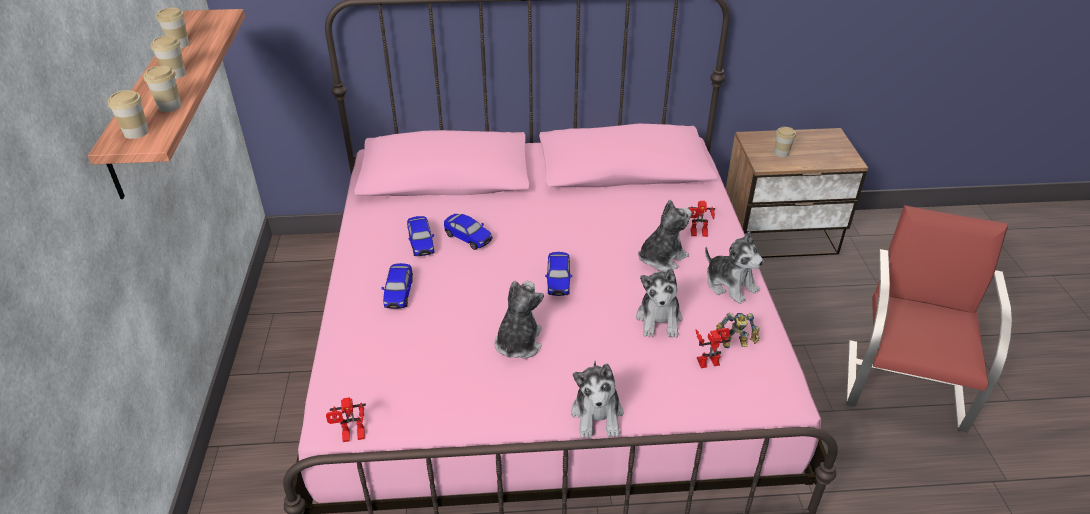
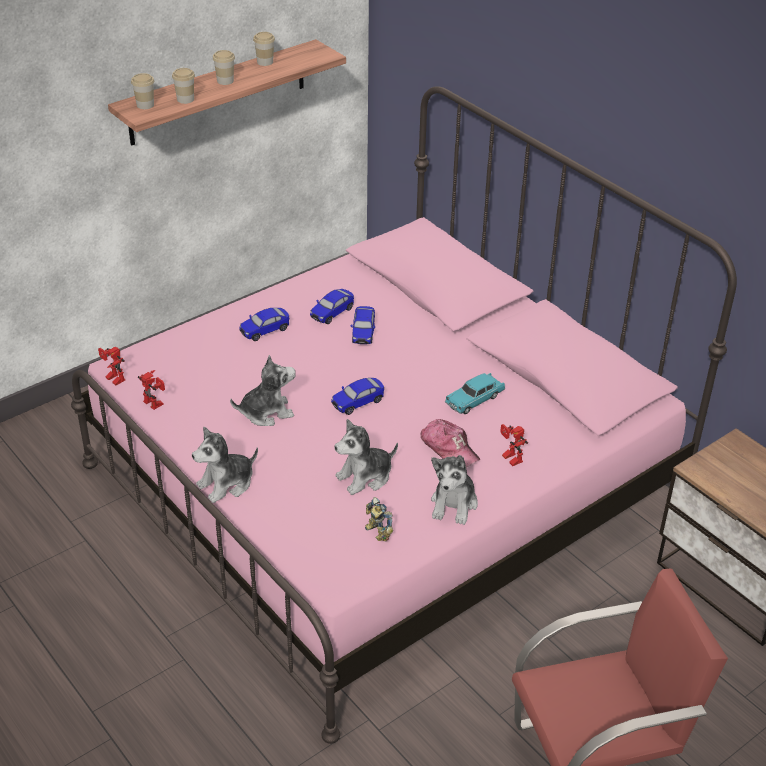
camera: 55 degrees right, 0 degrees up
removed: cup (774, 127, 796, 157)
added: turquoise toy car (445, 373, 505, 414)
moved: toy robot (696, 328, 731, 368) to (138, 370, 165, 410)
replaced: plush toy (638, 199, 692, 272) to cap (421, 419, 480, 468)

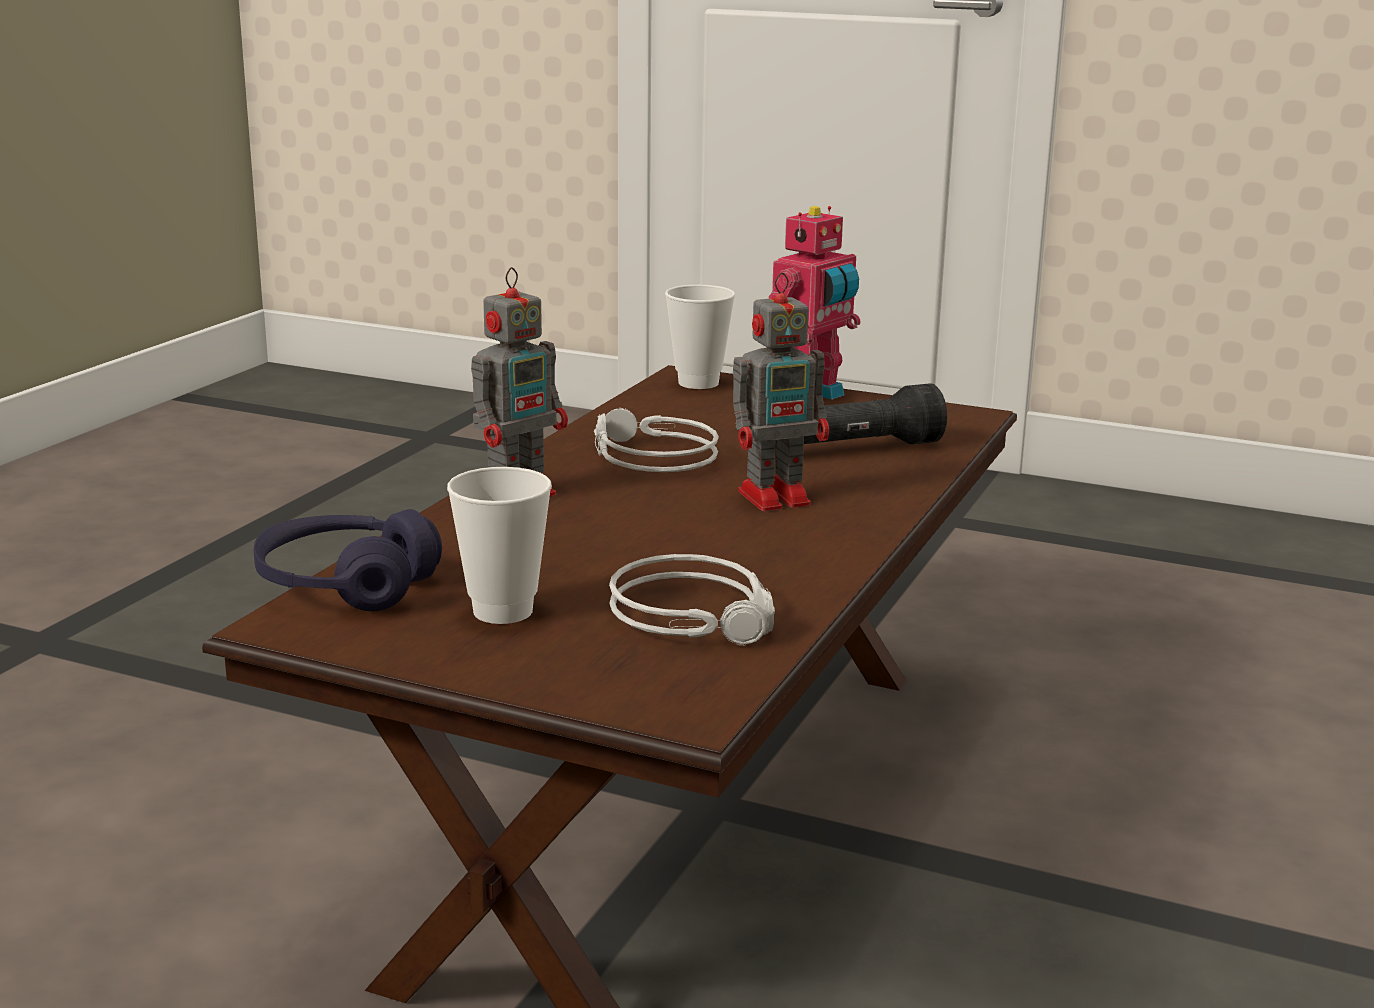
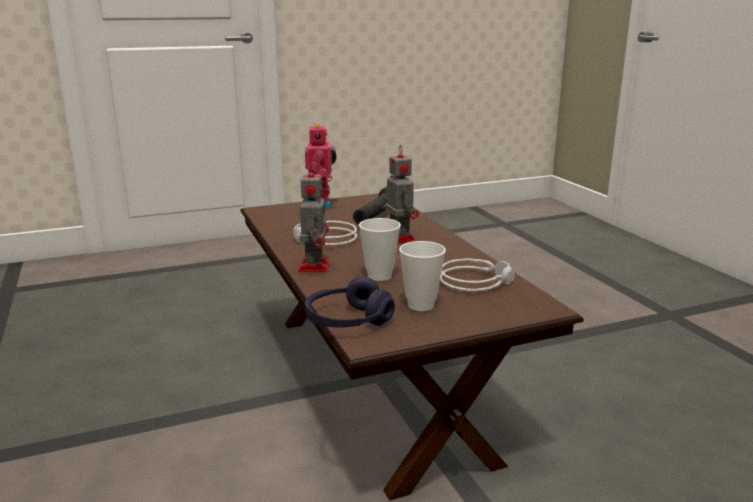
camera: 45 degrees left, 0 degrees up
moved: cup (665, 285, 735, 389) to (359, 218, 401, 281)
turned: toy robot (733, 273, 829, 511) = (385, 145, 419, 244) 45 degrees counterclockwise

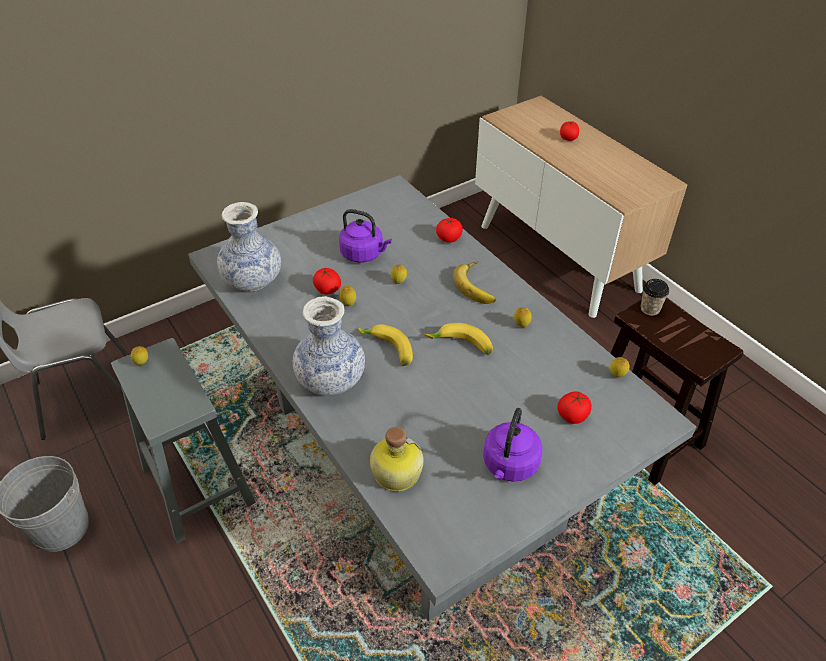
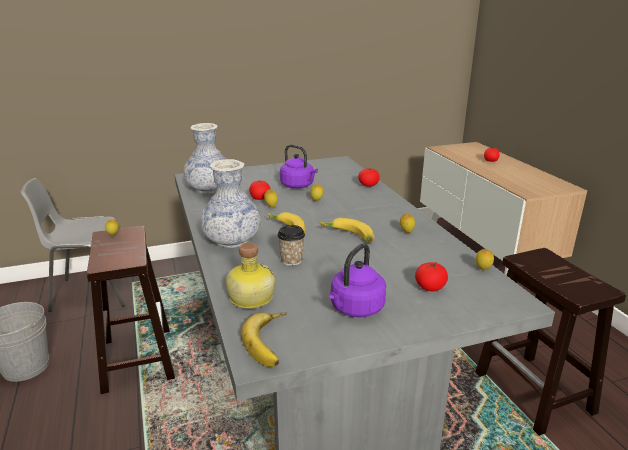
camera: 15 degrees right, 20 degrees down
moved: banana (453, 261, 496, 304) to (241, 313, 287, 367); cup (641, 279, 669, 316) to (277, 225, 305, 266)
recoloured: grey stool (111, 338, 256, 543) to brown stool (87, 226, 175, 394)

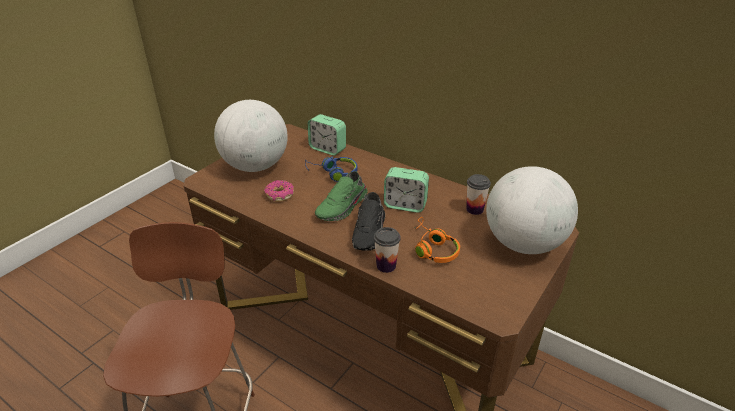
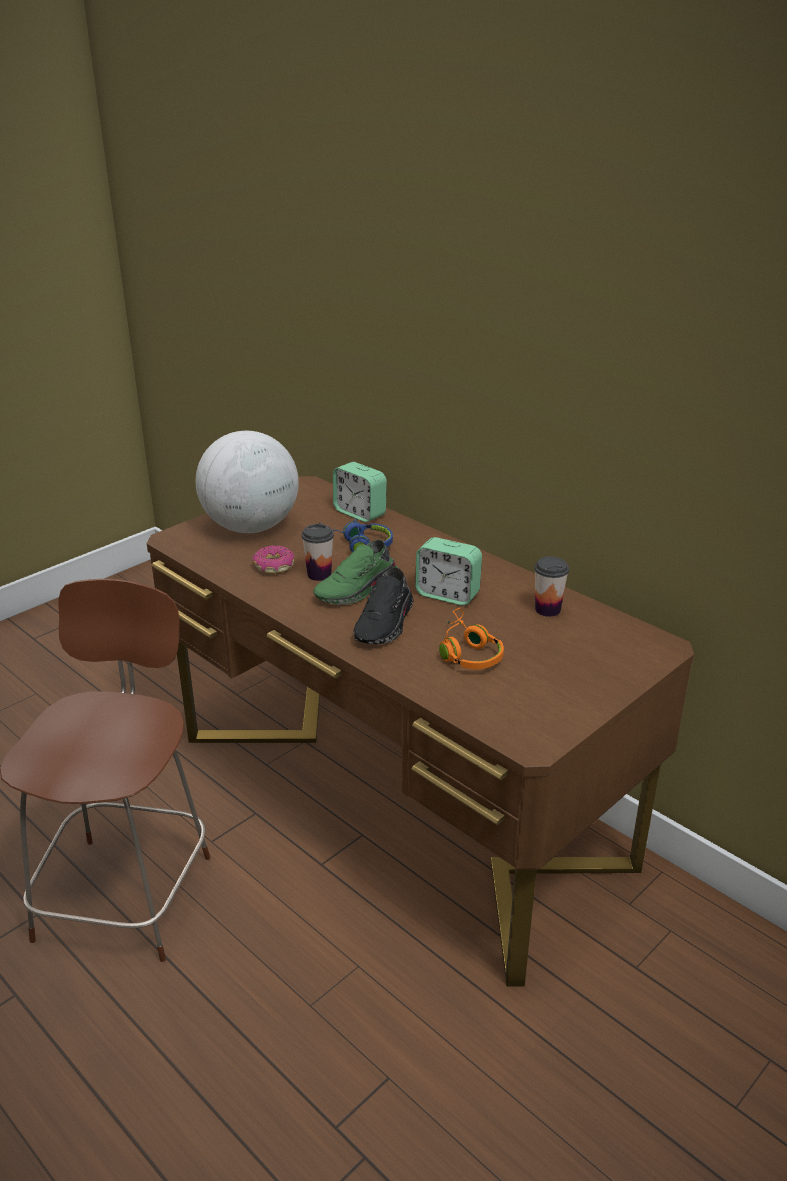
camera: 10 degrees right, 5 degrees down
removed: globe (486, 166, 578, 254)
moved: cup (374, 227, 401, 273) to (301, 524, 334, 581)

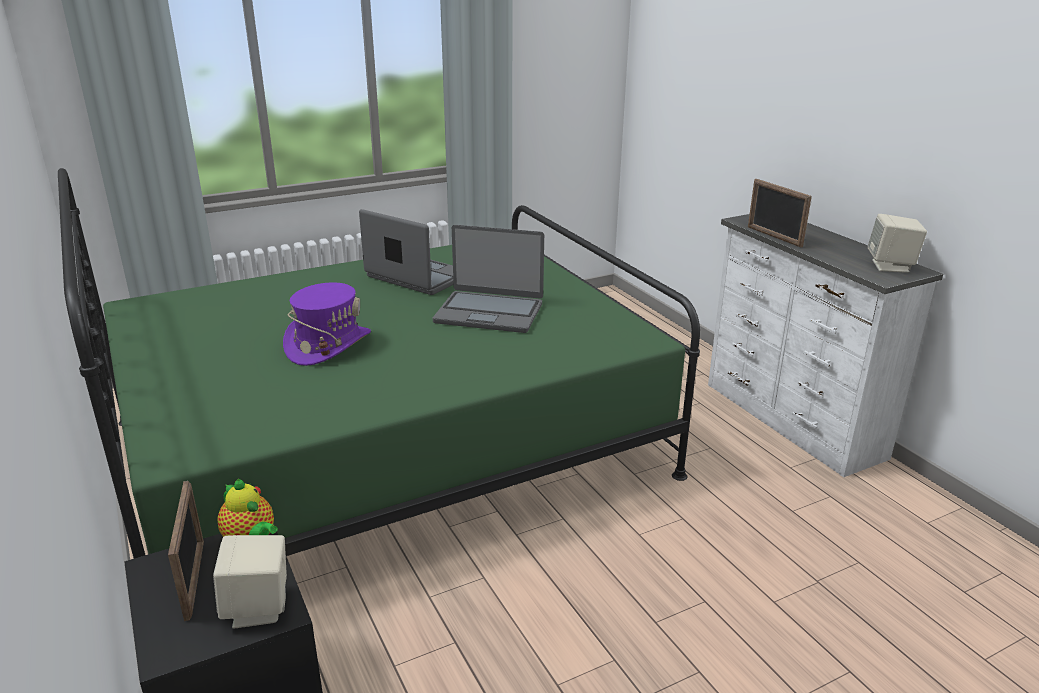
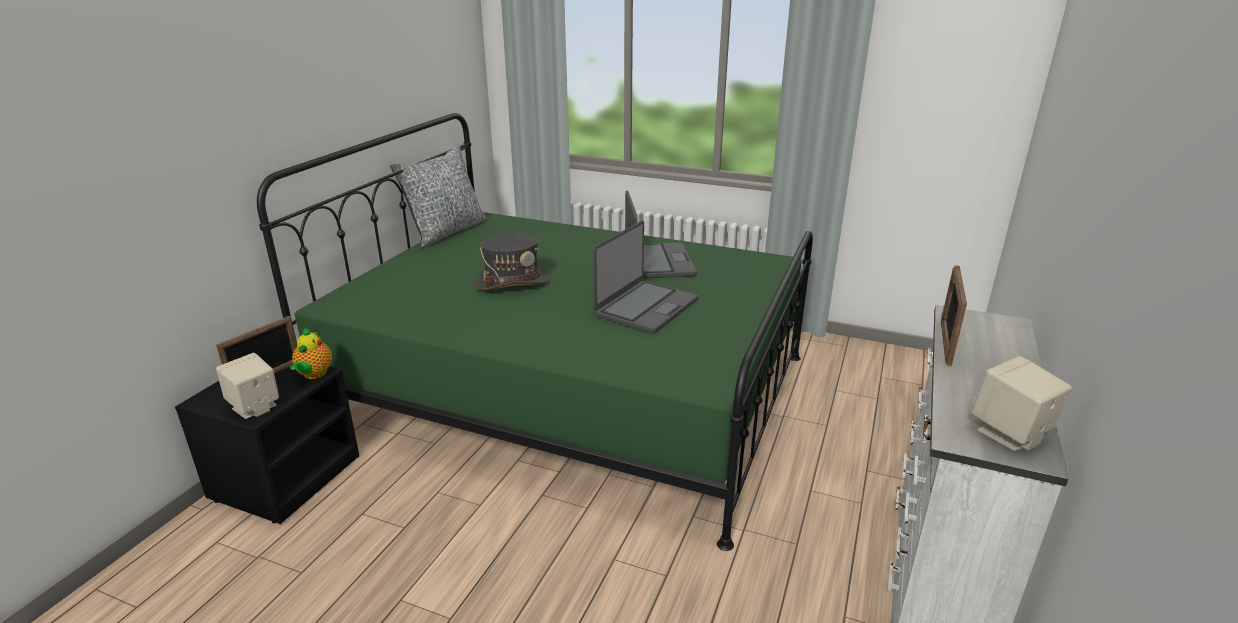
camera: 50 degrees right, 0 degrees up
added: pillow (390, 145, 487, 248)
recoloured: purple hat (283, 282, 371, 366) to grey hat (474, 233, 550, 290)
turned: laptop (433, 225, 544, 333) = (593, 221, 698, 334) 120 degrees counterclockwise

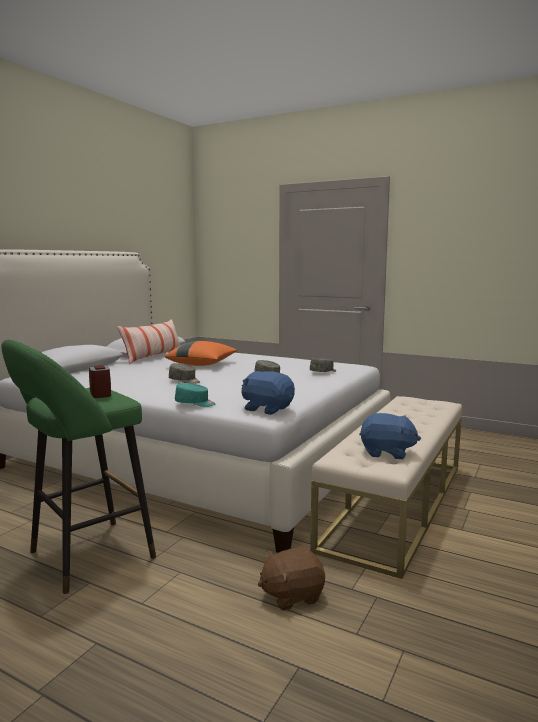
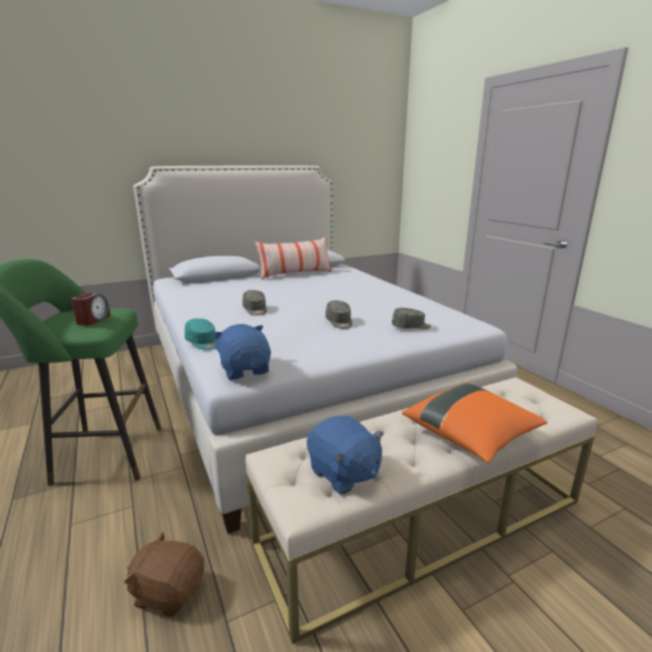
camera: 35 degrees right, 10 degrees up
moved: orange pillow (165, 341, 238, 366) to (402, 382, 547, 463)

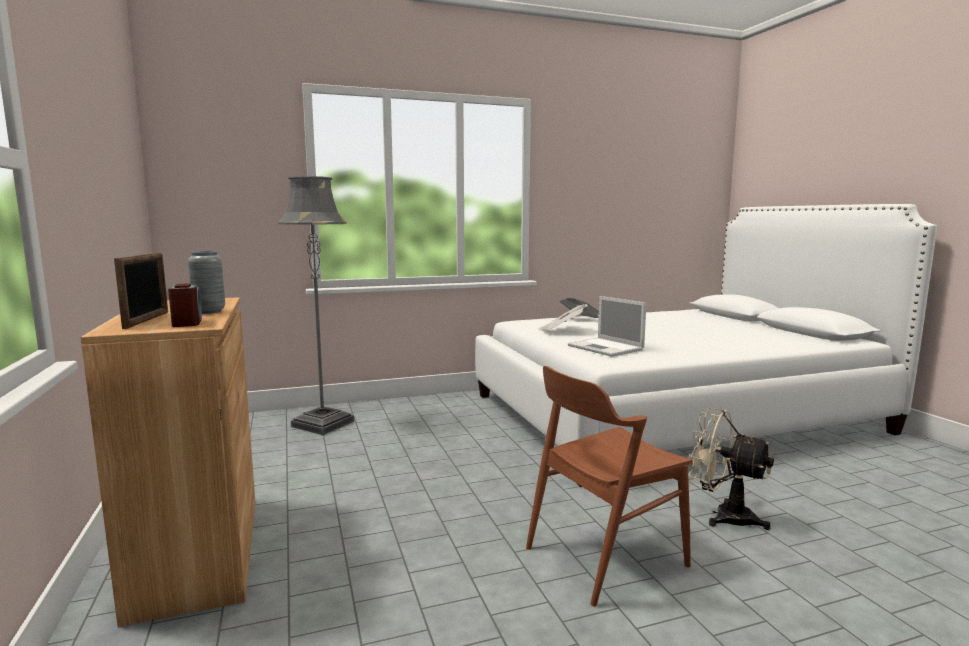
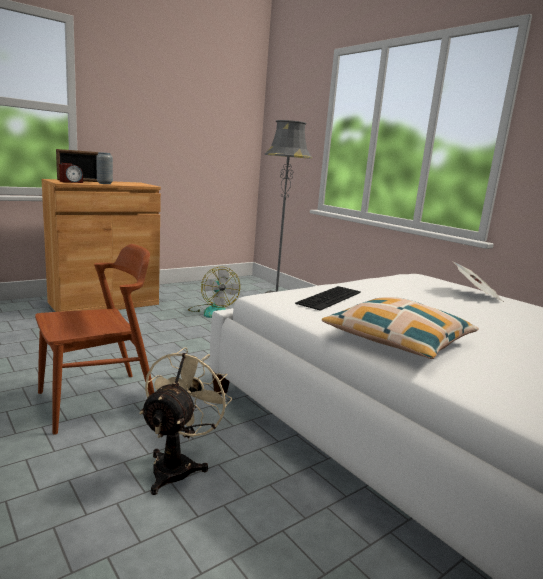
camera: 70 degrees right, 5 degrees up
removed: newspaper (539, 304, 588, 331)
added: fan (188, 267, 240, 318); pillow (322, 297, 479, 359)
replaced: laptop (568, 296, 646, 357) to keyboard (295, 286, 361, 311)
turned: brown chair (526, 366, 693, 606) = (35, 244, 155, 435) 105 degrees clockwise

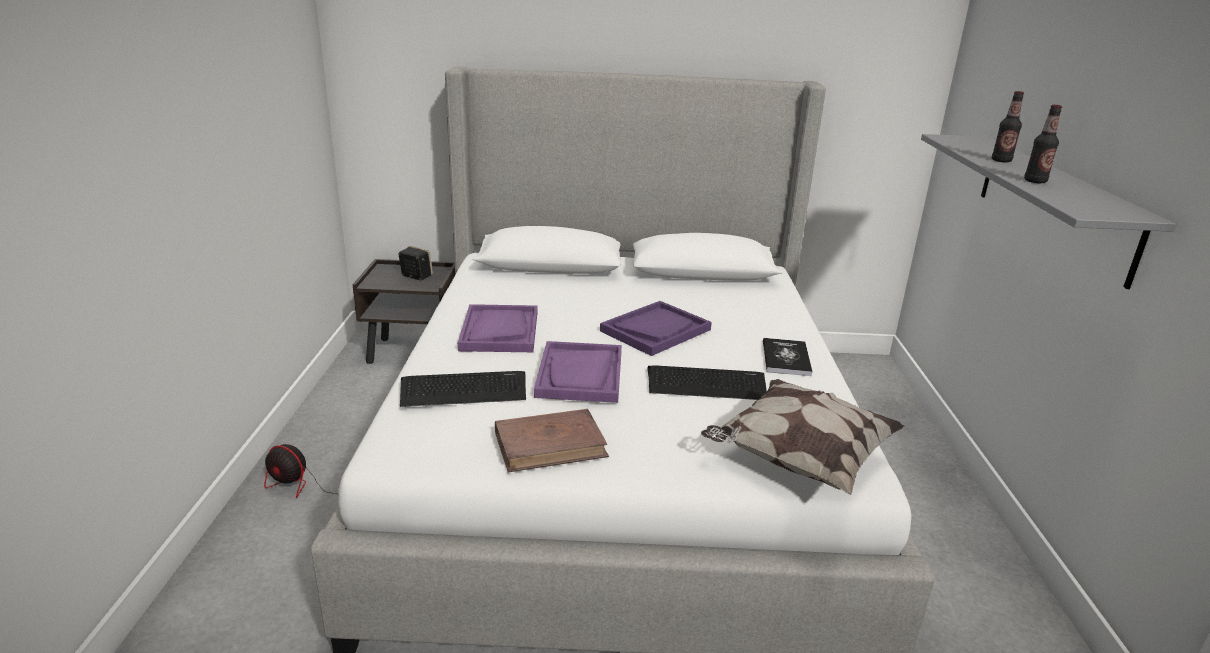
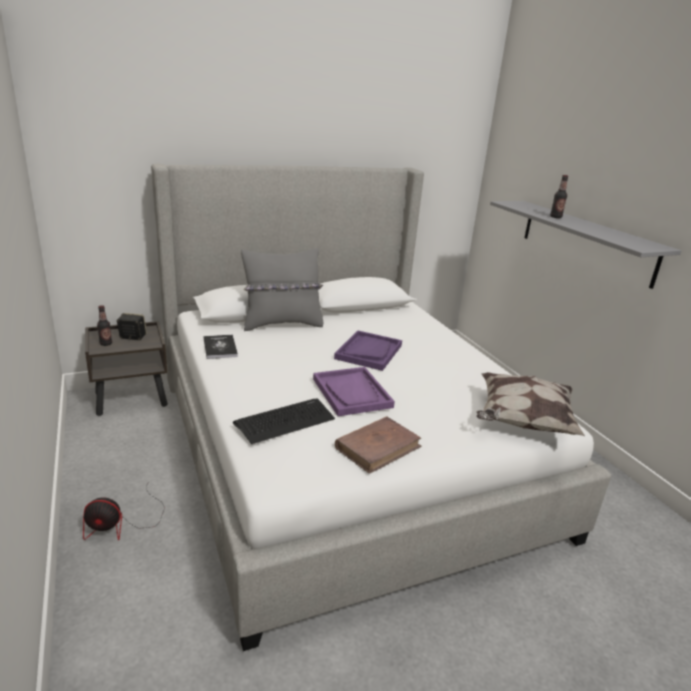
camera: 25 degrees left, 0 degrees up
removed: purple tray (458, 304, 537, 352); keyboard (647, 365, 767, 400)
added: grey pillow (241, 248, 323, 331)
moved: book (763, 338, 813, 376) to (204, 335, 238, 359); bottle (1024, 105, 1062, 183) to (97, 305, 112, 346)

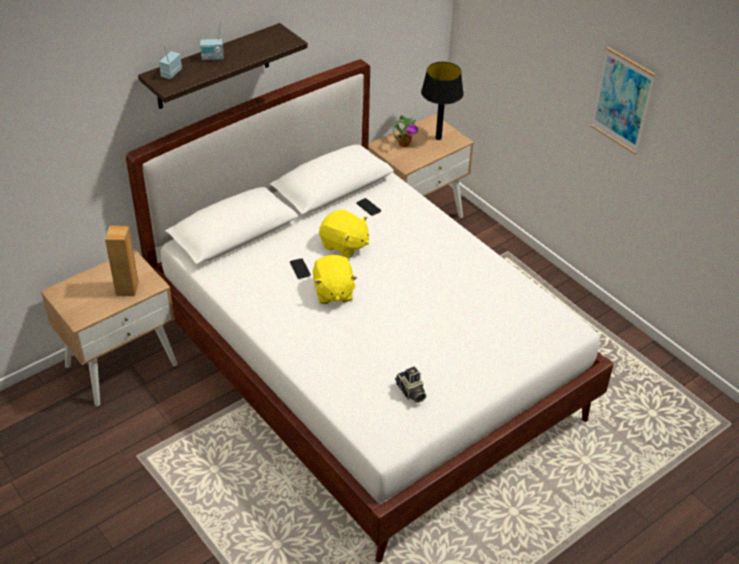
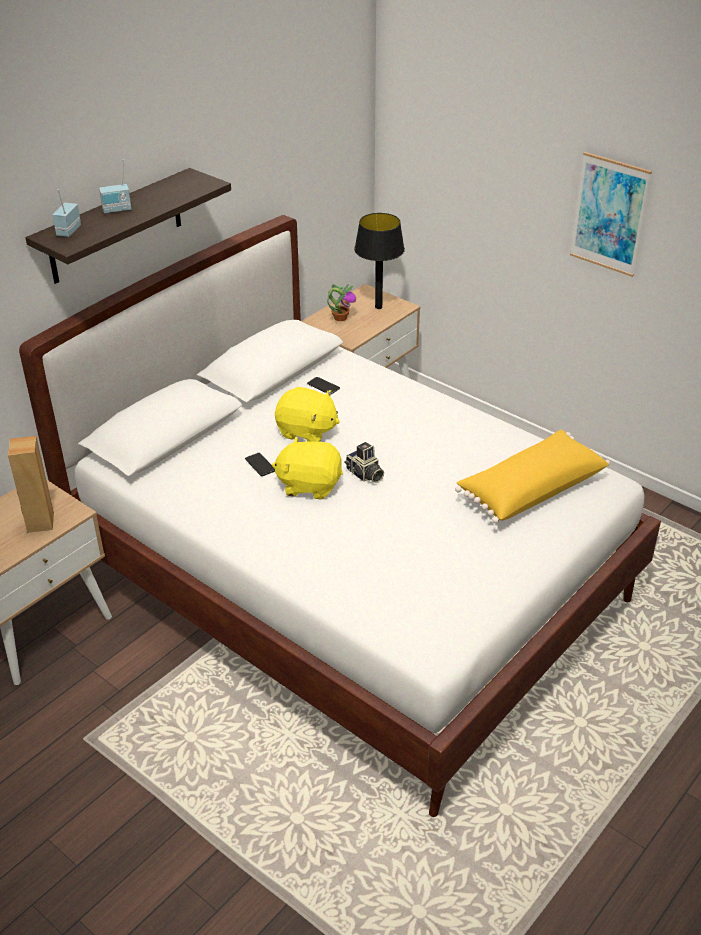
camera: 10 degrees left, 5 degrees down
added: yellow pillow (455, 430, 610, 523)
moved: photo camera (395, 366, 426, 403) to (344, 442, 384, 483)
turned: yellow plush toy (313, 255, 358, 304) = (272, 436, 343, 500) 120 degrees clockwise

